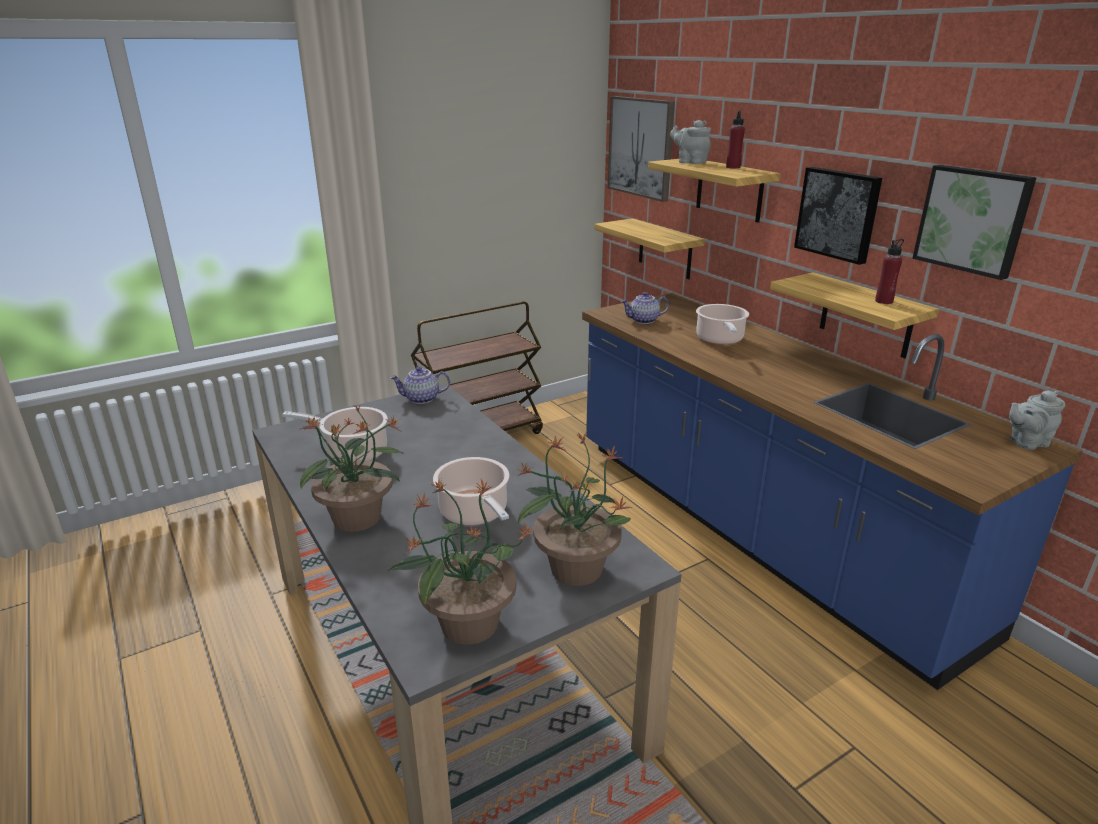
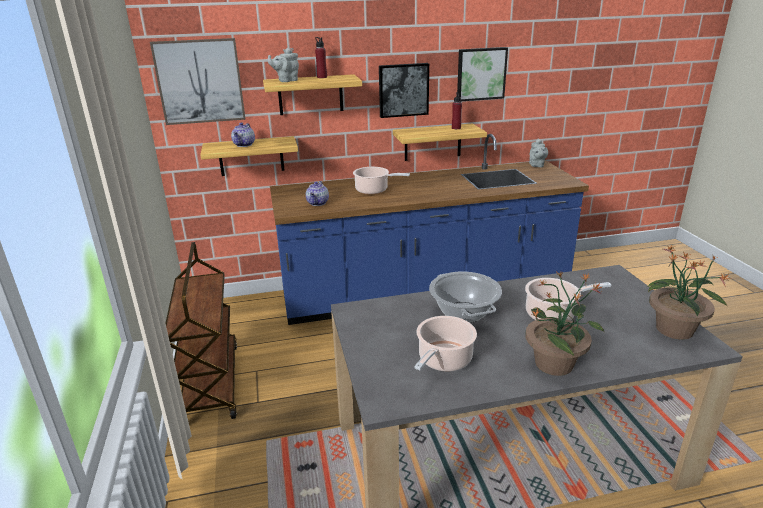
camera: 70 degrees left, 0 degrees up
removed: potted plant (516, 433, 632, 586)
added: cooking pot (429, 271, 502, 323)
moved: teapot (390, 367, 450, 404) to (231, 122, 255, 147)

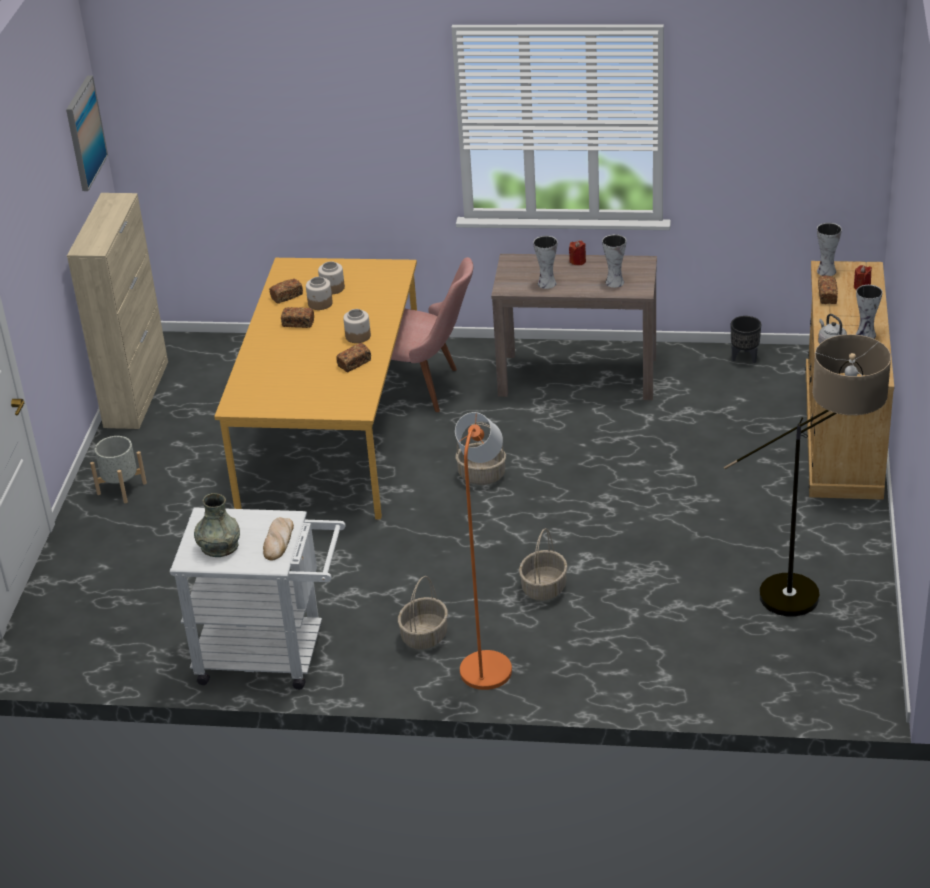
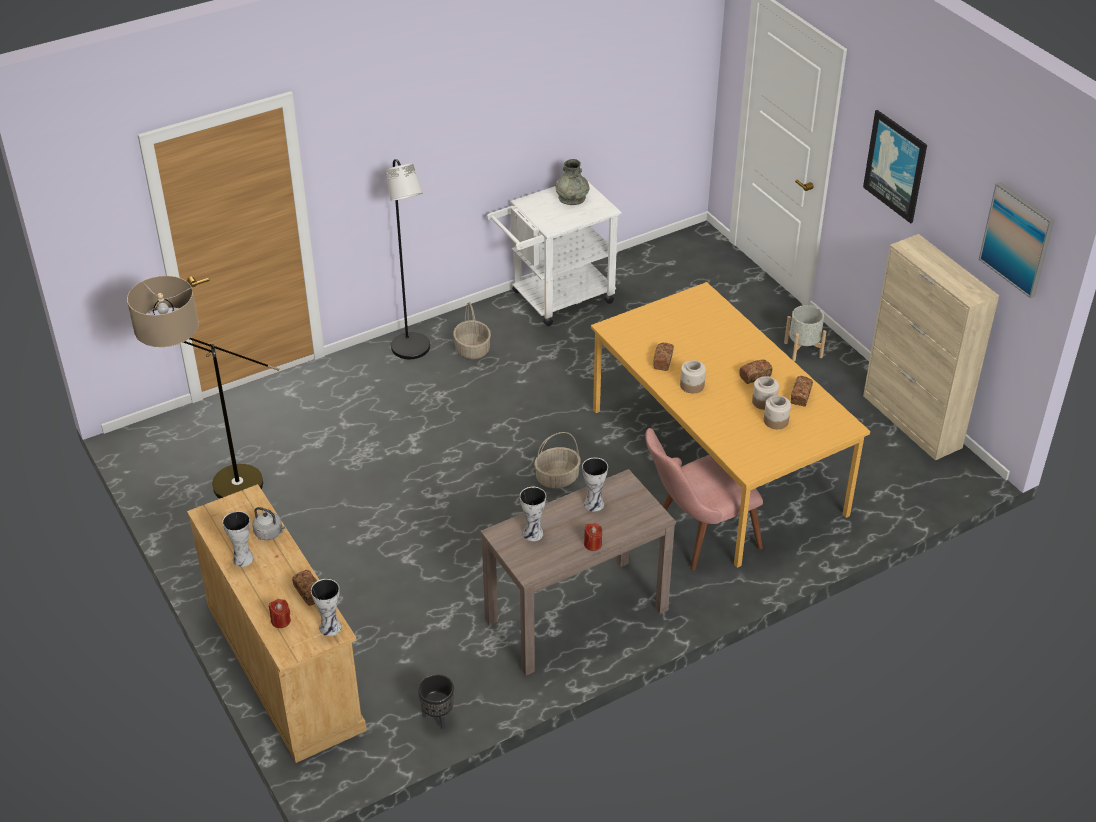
camera: 140 degrees right, 5 degrees up
removed: bread (263, 517, 294, 561); basket (519, 528, 568, 601)
added: picture (863, 110, 927, 223)
recoloured: orange floor lamp (455, 412, 512, 690) to black floor lamp (386, 159, 430, 359)

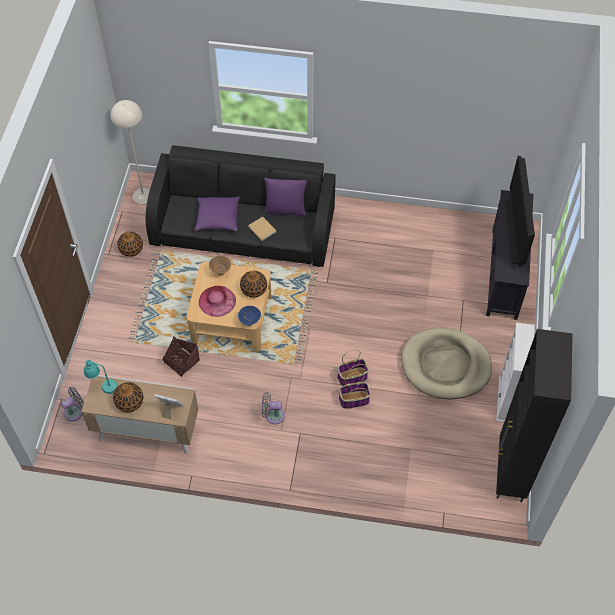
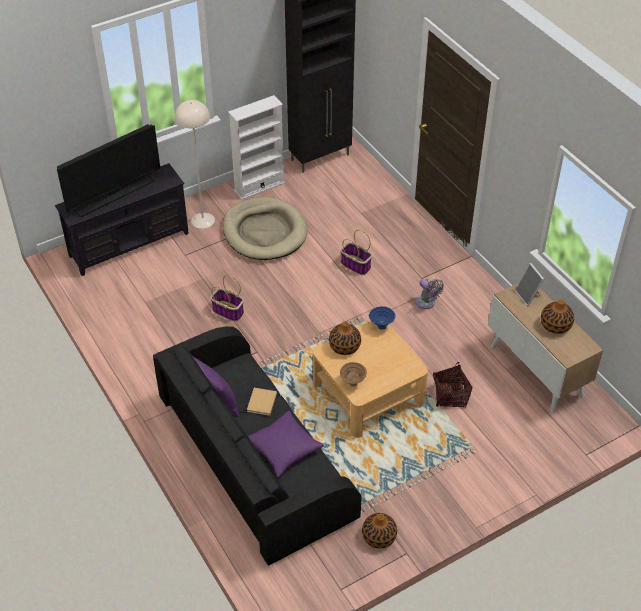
camera: 130 degrees left, 10 degrees down
removed: grey fan (61, 387, 84, 421); turquoise table lamp (84, 360, 118, 394); pink hat (199, 286, 236, 317)
moved: beige floor lamp (111, 100, 150, 204) to (175, 100, 215, 229); basket (337, 349, 369, 386) to (210, 275, 244, 322)

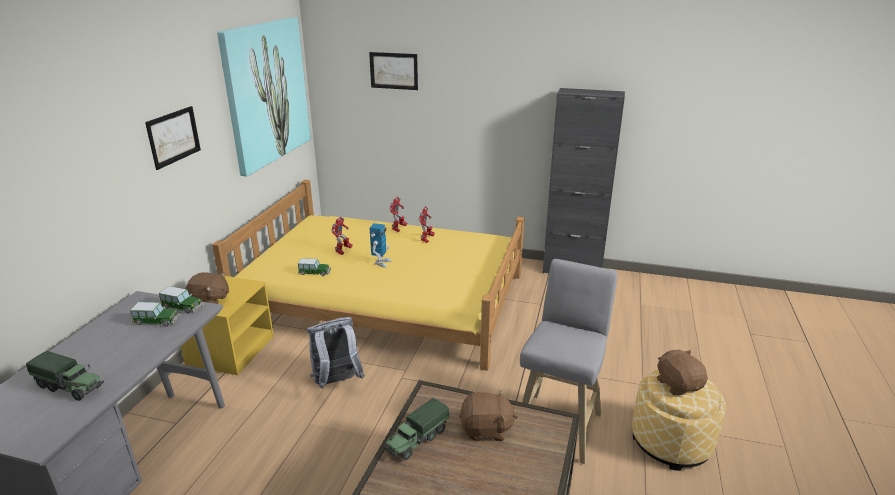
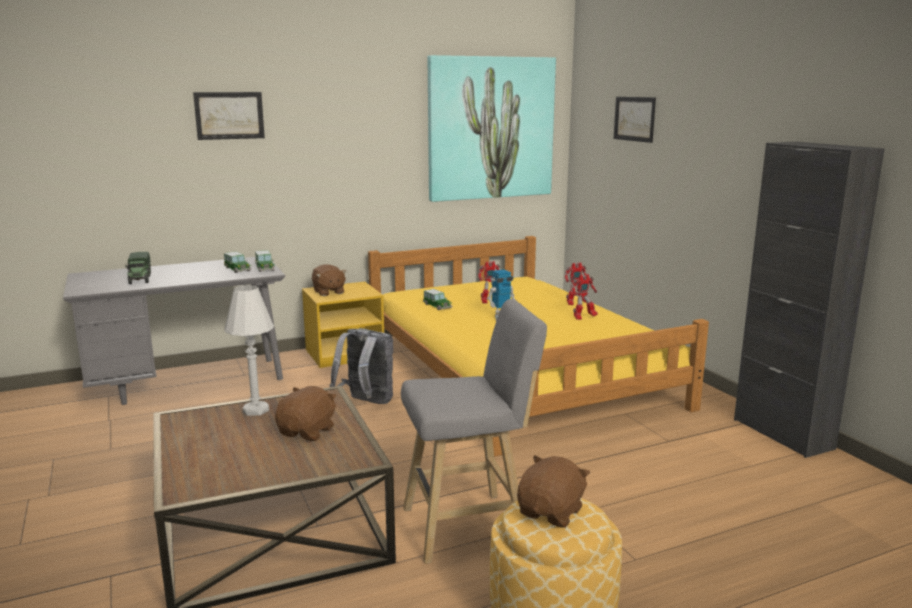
camera: 50 degrees right, 10 degrees down
moved: picture (145, 106, 201, 170) to (193, 92, 265, 140)
replaced: toy truck (383, 398, 449, 460) to white table lamp (224, 285, 274, 416)
turned: brown plush toy (459, 390, 518, 441) = (275, 386, 337, 441) 120 degrees counterclockwise

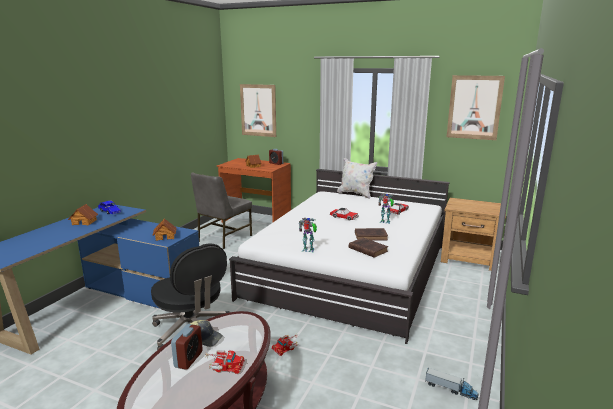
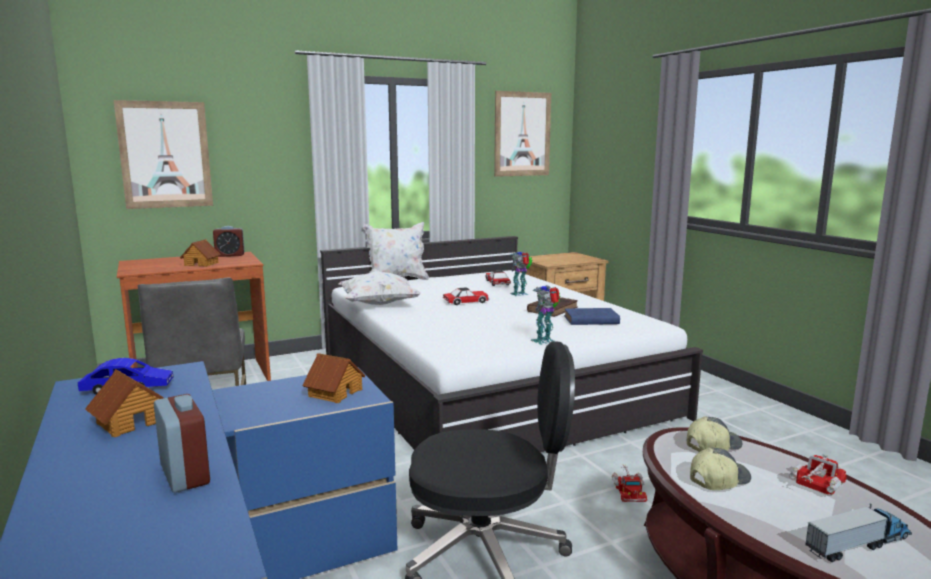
camera: 50 degrees left, 5 degrees down
added: white pillow (338, 271, 421, 305); cap (687, 416, 743, 452)
moved: alarm clock (171, 324, 203, 370) to (154, 394, 210, 493); toy truck (425, 368, 479, 400) to (805, 503, 912, 562)
recoloured: brown book (349, 238, 388, 258) to blue book (564, 308, 620, 325)

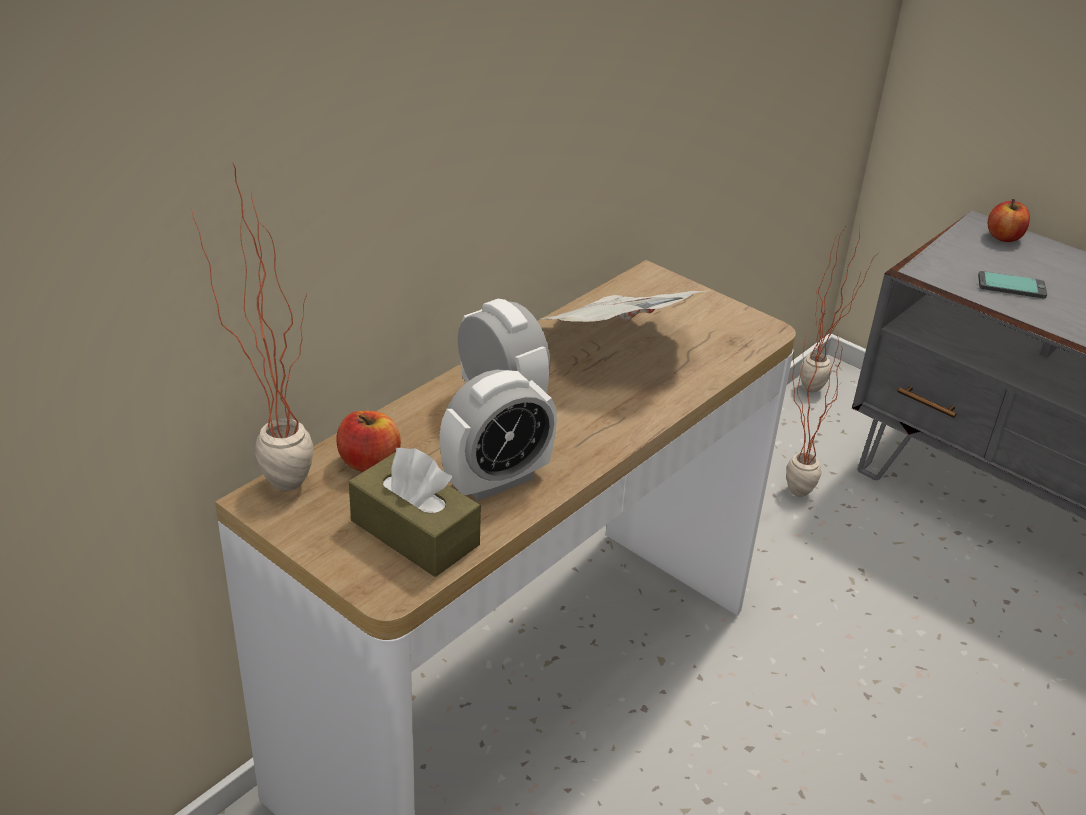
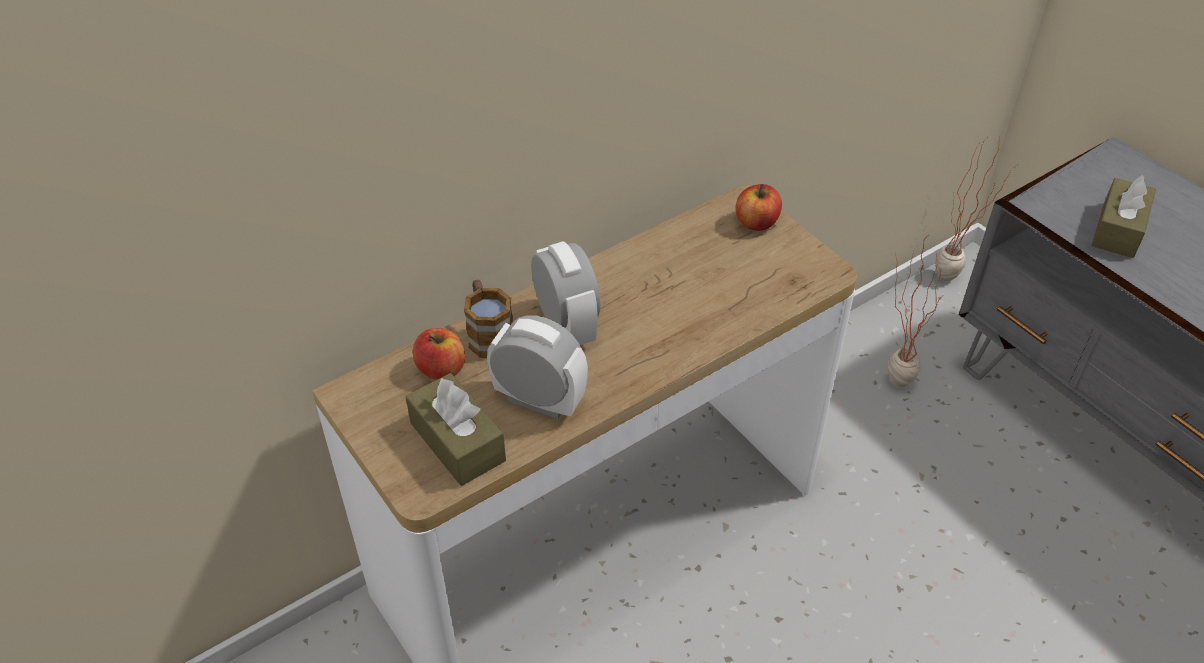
camera: 15 degrees right, 10 degrees up
removed: potted plant (191, 164, 313, 491); newspaper (540, 291, 705, 322)
added: mug (464, 280, 513, 358)
moved: apple (988, 199, 1030, 242) to (735, 184, 782, 231)
replaced: phone (978, 271, 1047, 299) to brown tissue box (1091, 175, 1156, 258)
turned: alarm clock (440, 370, 557, 501) = (487, 315, 588, 419) 135 degrees counterclockwise

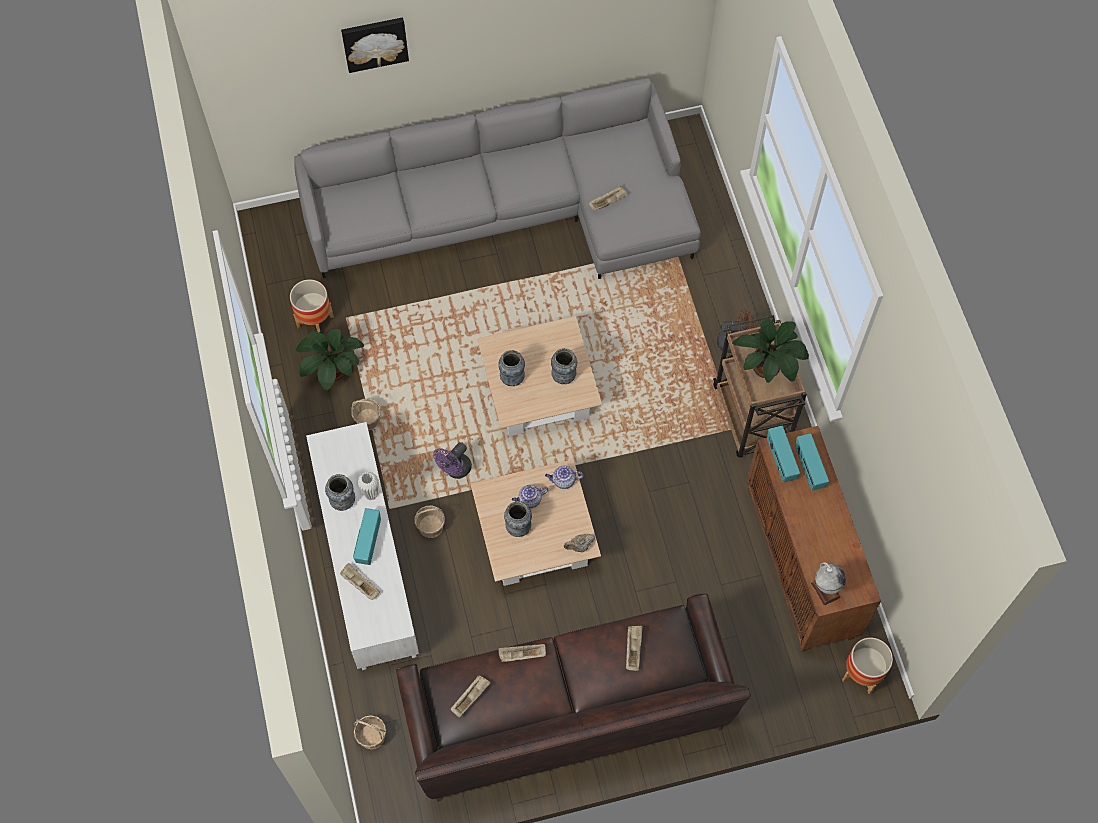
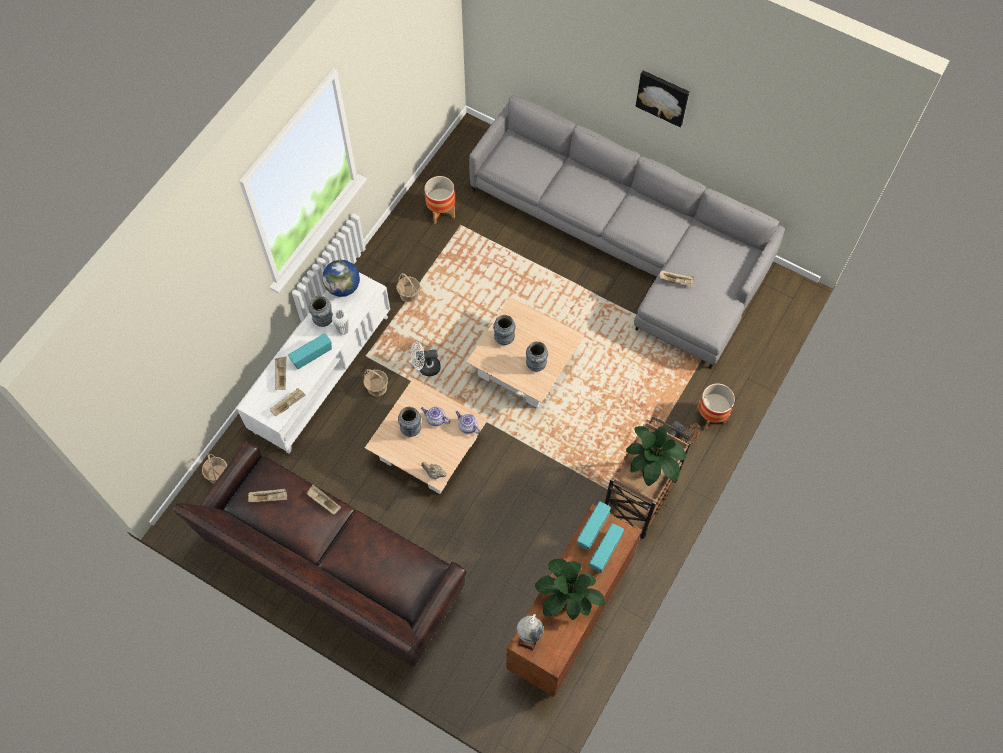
camera: 45 degrees right, 0 degrees up
added: globe (322, 260, 360, 297)
moved: potted plant (296, 329, 364, 390) to (535, 559, 605, 620); picture (341, 17, 409, 73) to (636, 70, 690, 127); beige tray (626, 626, 643, 671) to (270, 388, 306, 416); planter (842, 637, 893, 694) to (696, 383, 735, 431)
recoloured: purple fan (433, 442, 472, 479) to white fan (411, 341, 441, 376)

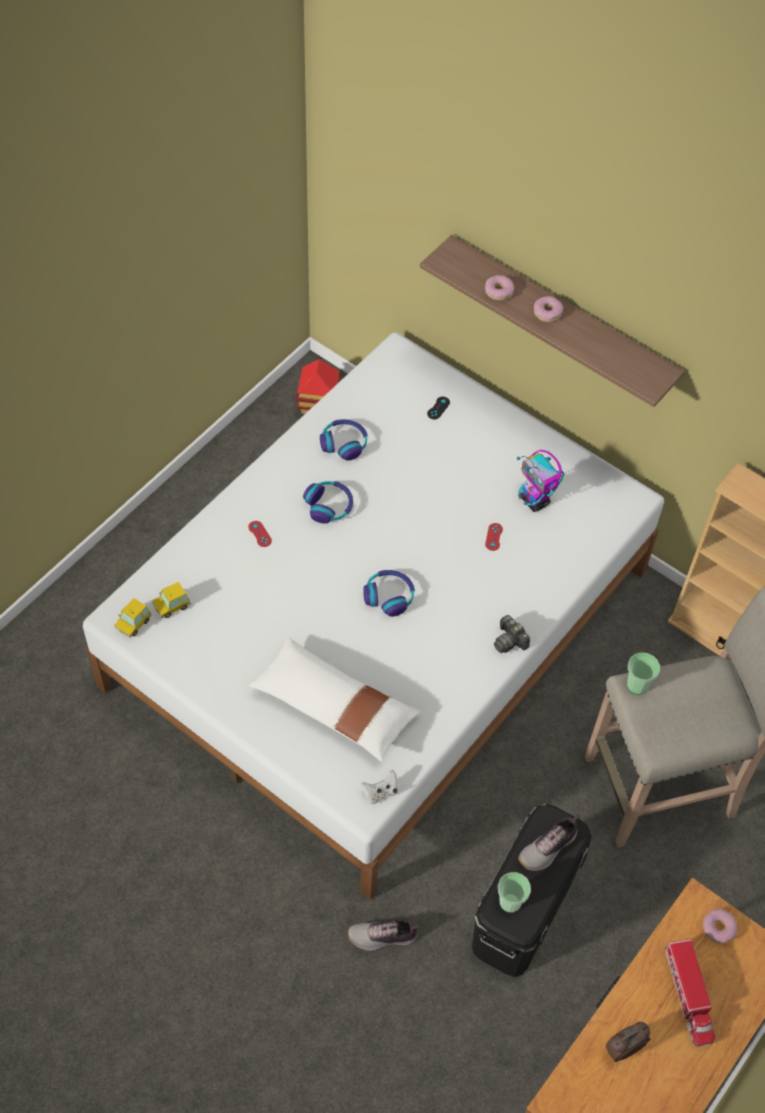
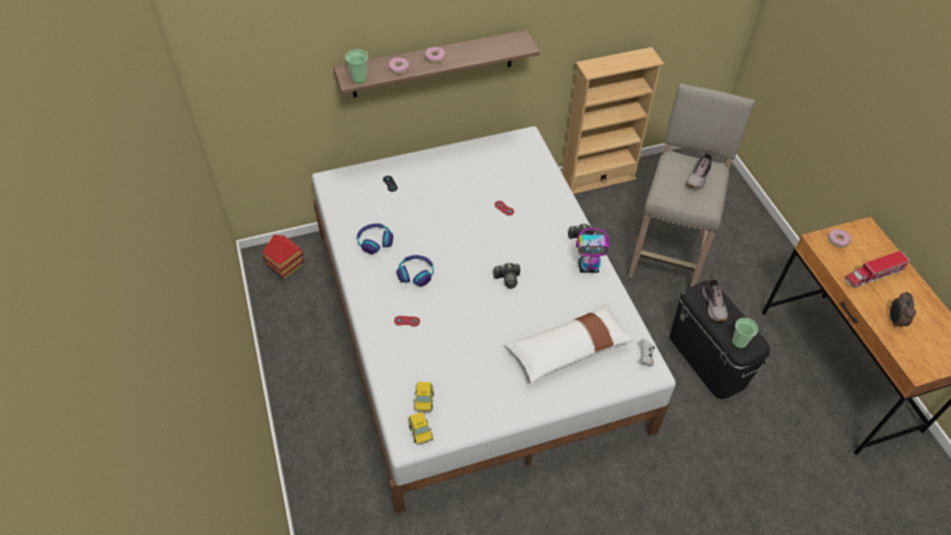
camera: 55 degrees left, 5 degrees down
moved: shoe (348, 920, 420, 951) to (685, 150, 712, 189); toy robot (516, 450, 564, 512) to (576, 228, 610, 273); cup (627, 652, 660, 695) to (345, 49, 368, 83)
replaced: headphones (363, 570, 415, 617) to photo camera (493, 263, 520, 289)
turned: toy truck (665, 939, 716, 1047) = (845, 251, 910, 288) 135 degrees clockwise

